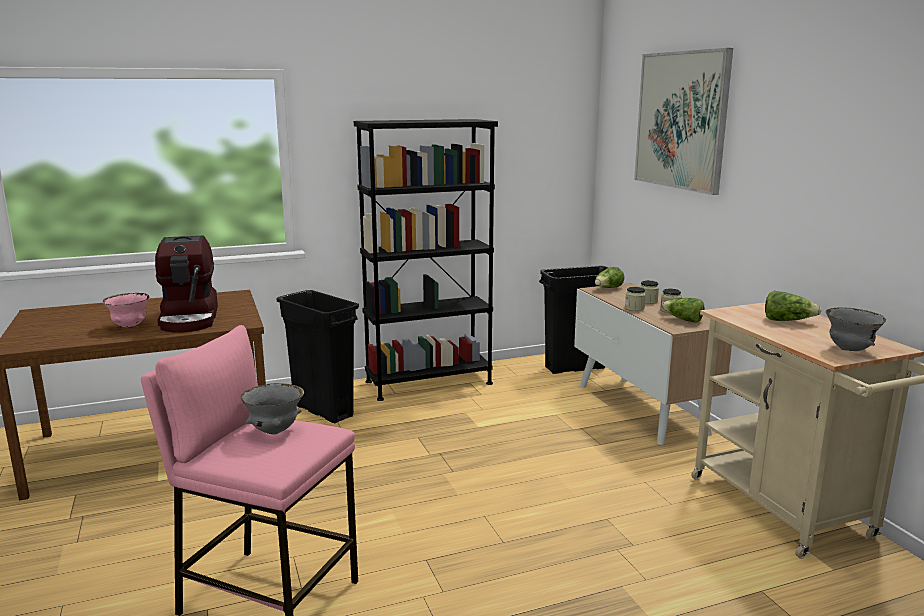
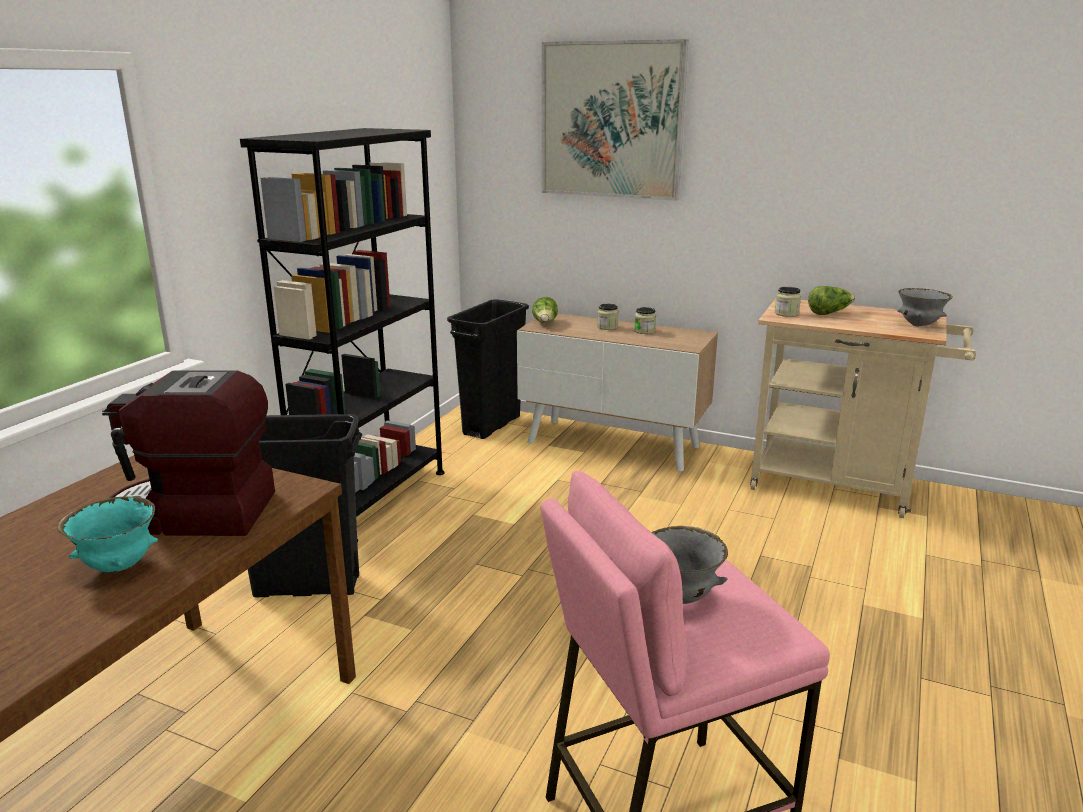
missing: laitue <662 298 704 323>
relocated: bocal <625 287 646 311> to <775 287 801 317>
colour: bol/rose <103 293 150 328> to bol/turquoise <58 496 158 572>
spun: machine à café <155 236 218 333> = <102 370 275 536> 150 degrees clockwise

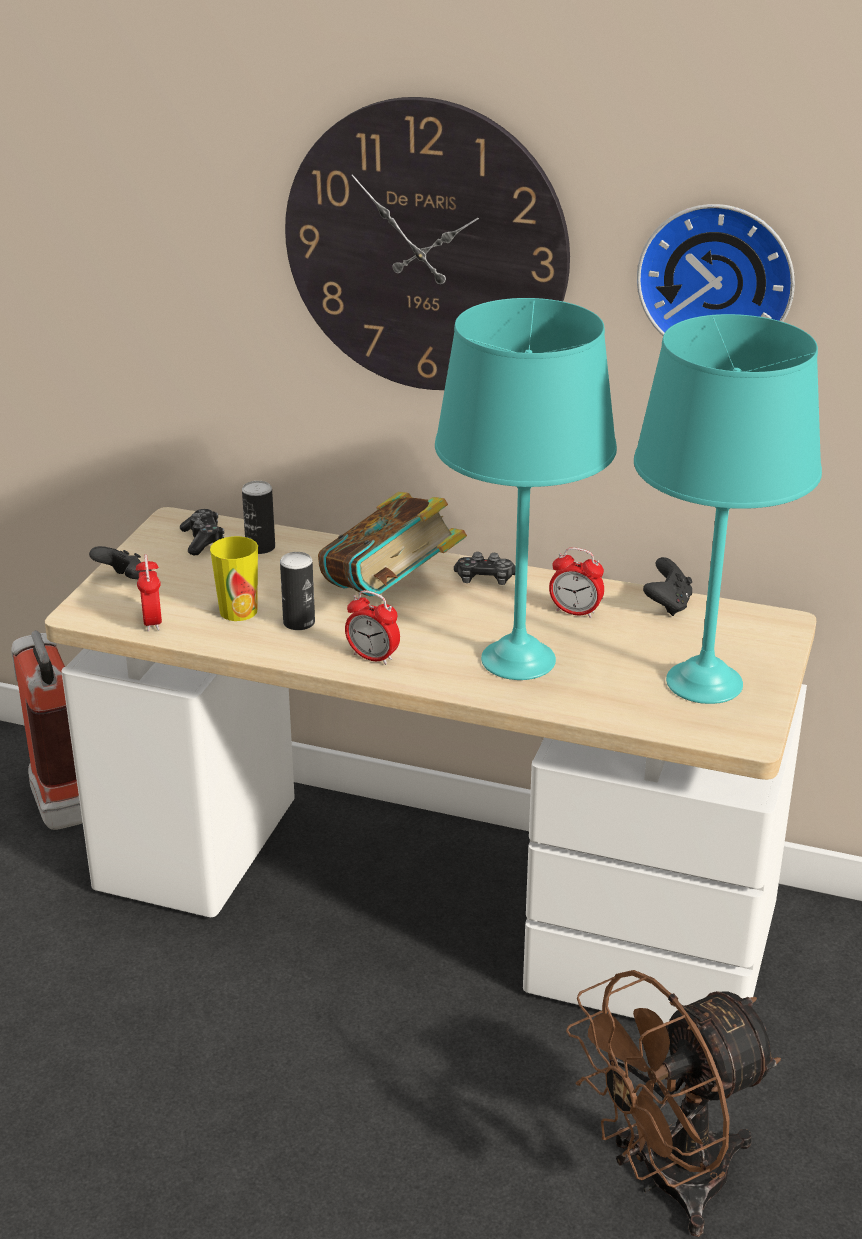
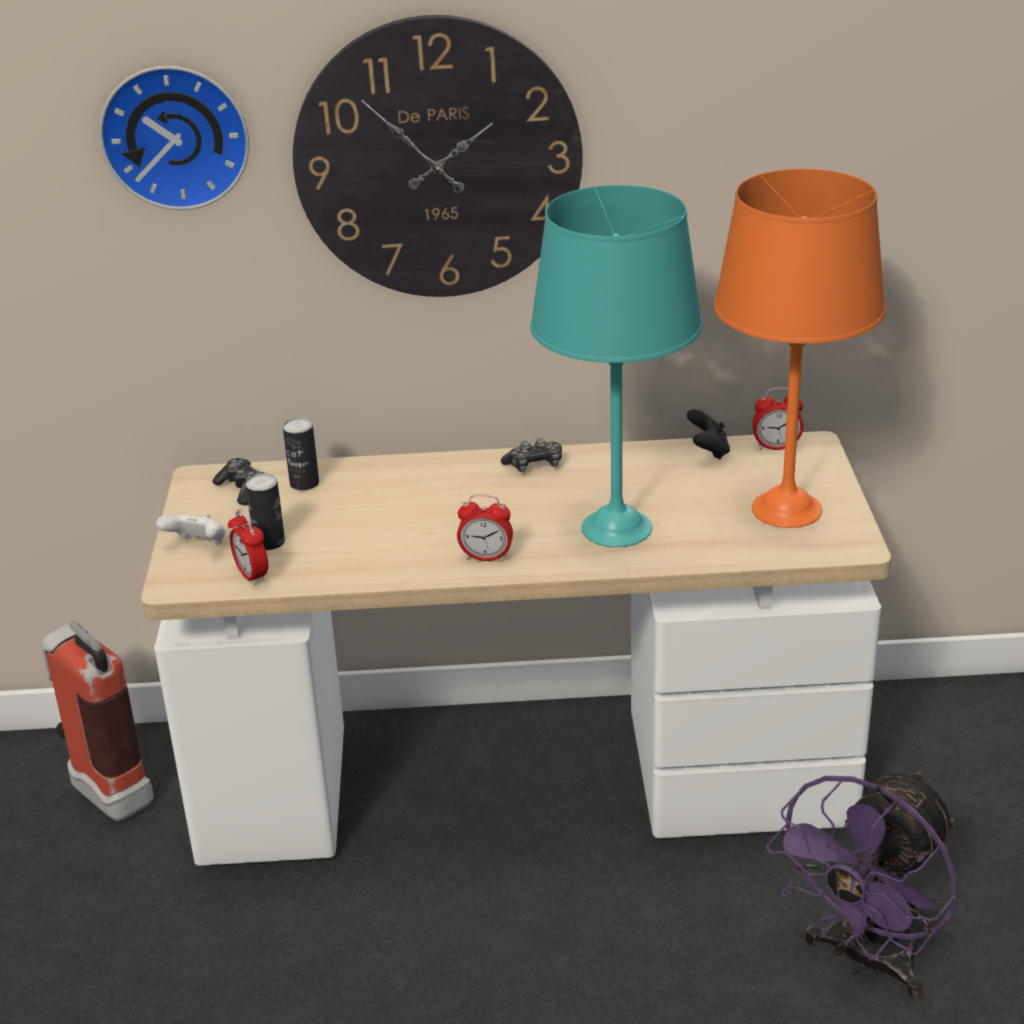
missing: tasse <210 536 258 621>; livre <318 492 467 597>
relocated: horloge murale <637 204 795 336> to <99 66 249 210>; boîte métallique <280 552 315 630> to <245 473 285 550>; réveil <549 547 604 618> to <752 387 804 450>
colour: manette/noir <89 546 152 579> to manette/blanc <156 514 226 544>; lampe de table/turquoise <634 314 822 704> to lampe de table/orange <714 169 886 528>; ventilateur/marron <566 970 781 1237> to ventilateur/violet <766 771 957 998>

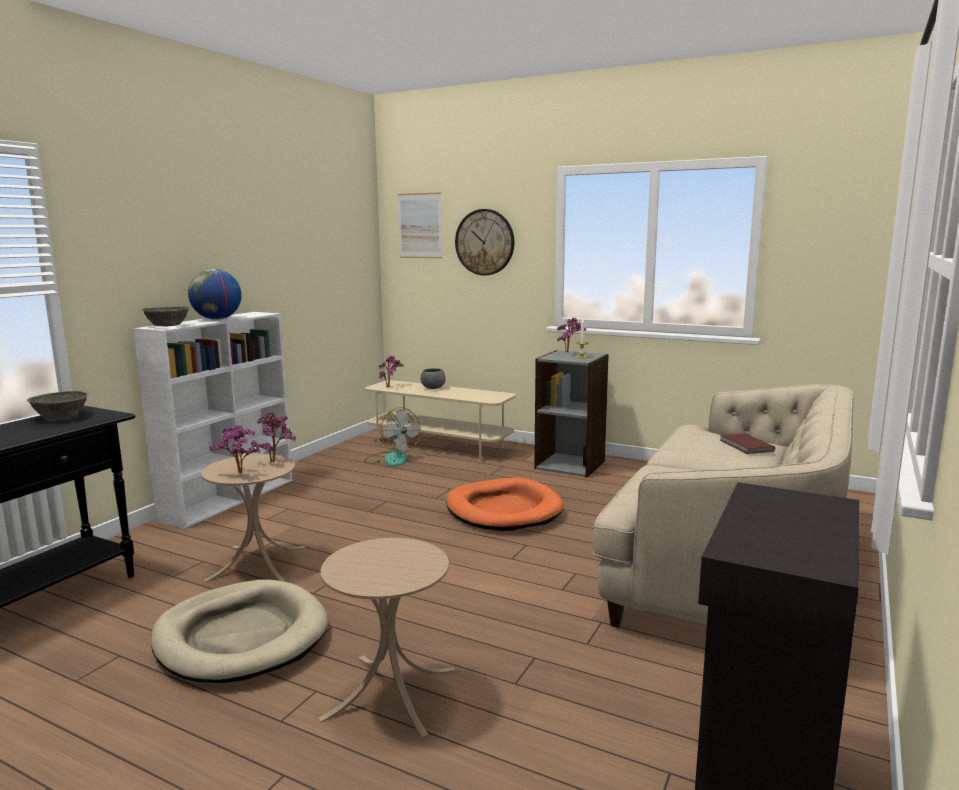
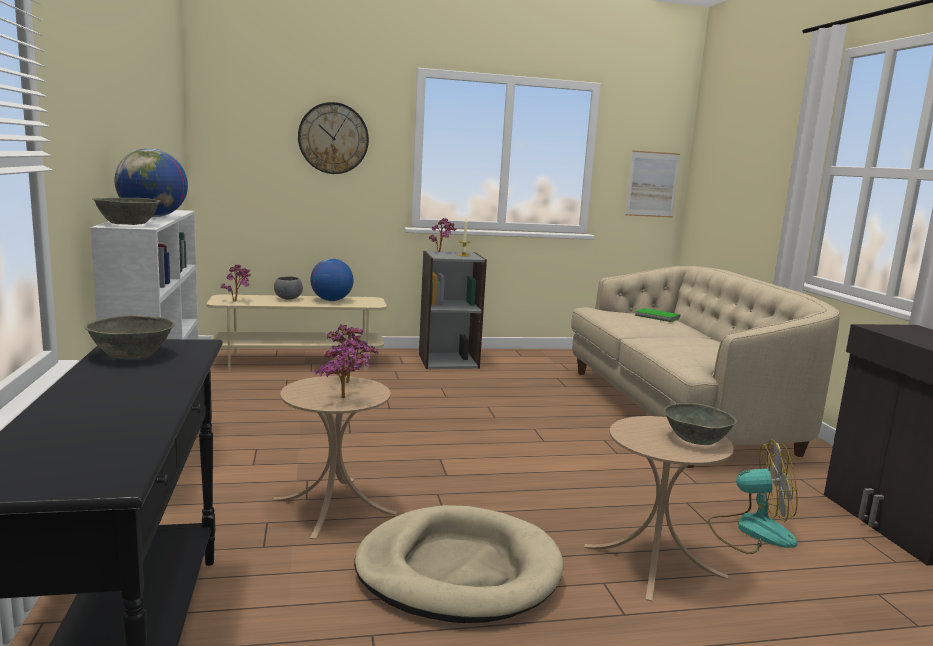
missing: panier pour chien/orange <446 478 564 531>
appeared: globe <310 258 354 301>; bol/gris <664 403 737 445>
relocated: tableau <397 192 442 258> to <626 151 680 217>; ventilateur <364 407 421 467> to <708 439 798 554>
colour: livre/marron <719 433 775 454> to livre/vert <635 308 680 322>

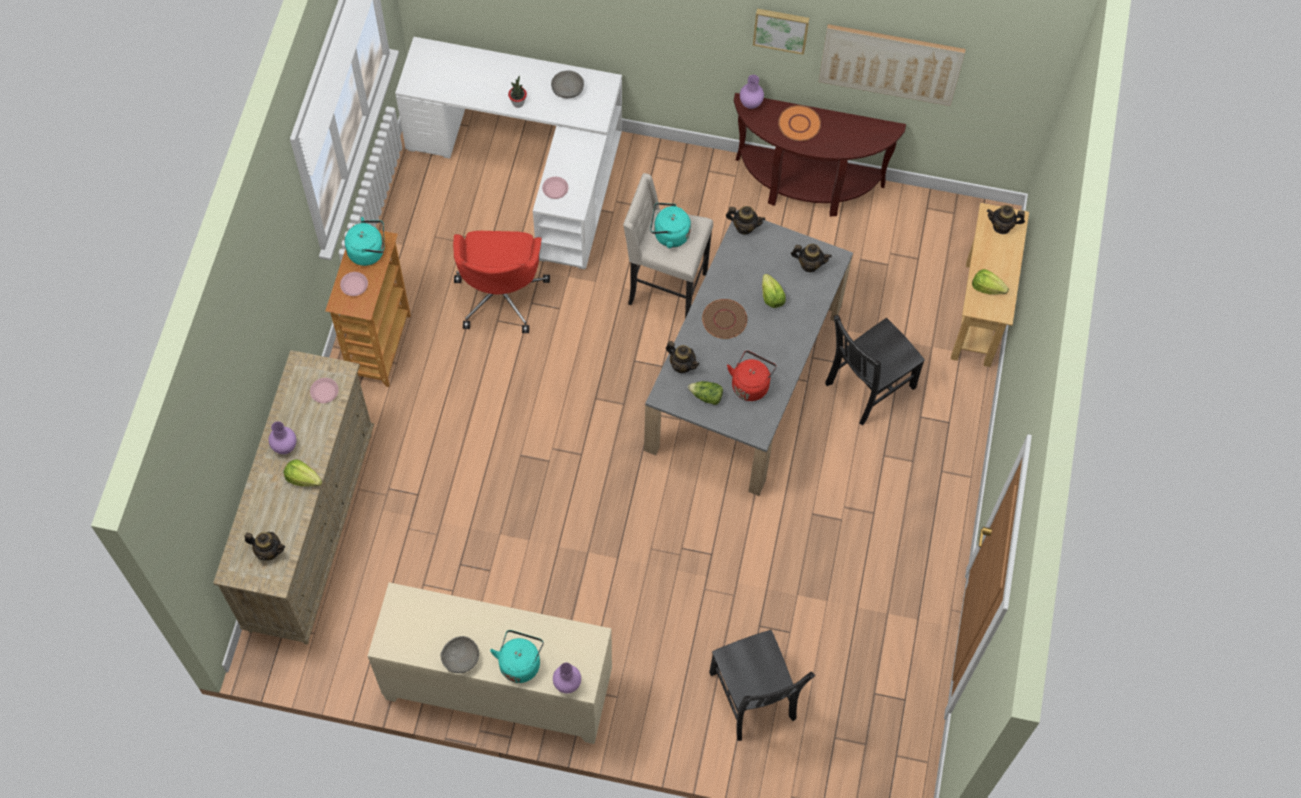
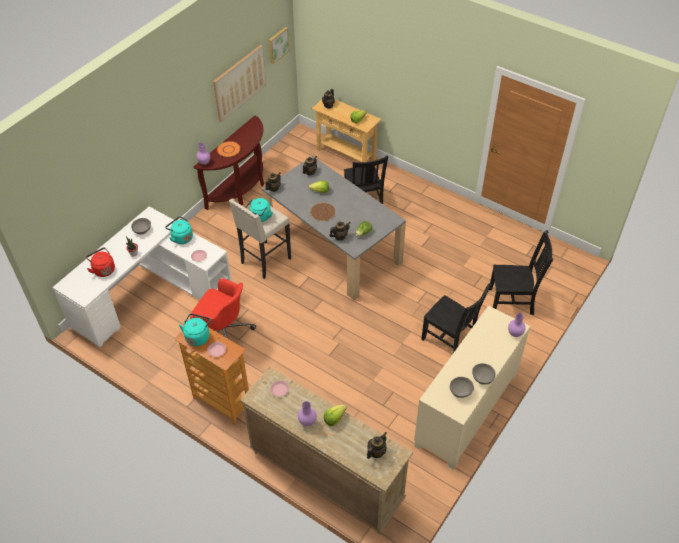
appeared: chaise/noir <421 284 492 352>; bol/gris <450 377 474 398>
relocated: bouilloire/rouge <727 351 777 401> to <86 247 115 277>; bouilloire/turquoise <490 630 544 683> to <165 216 193 244>; tableau <753 8 809 55> to <269 27 290 64>

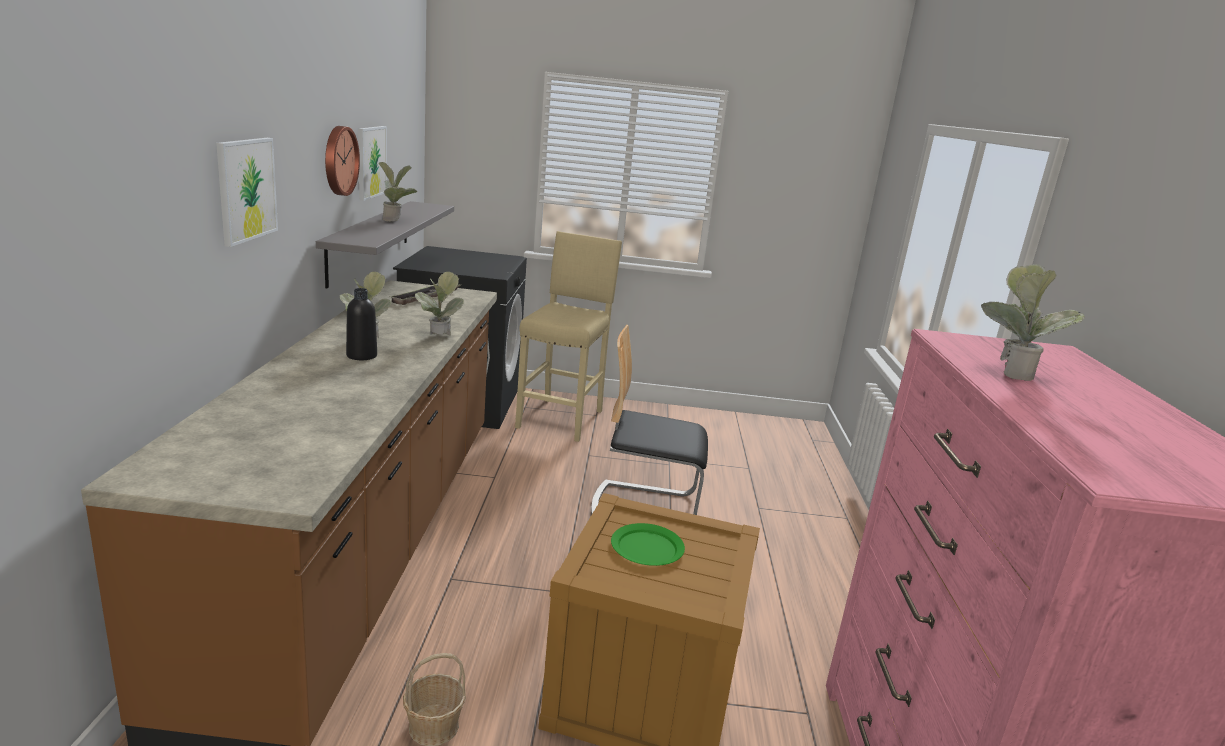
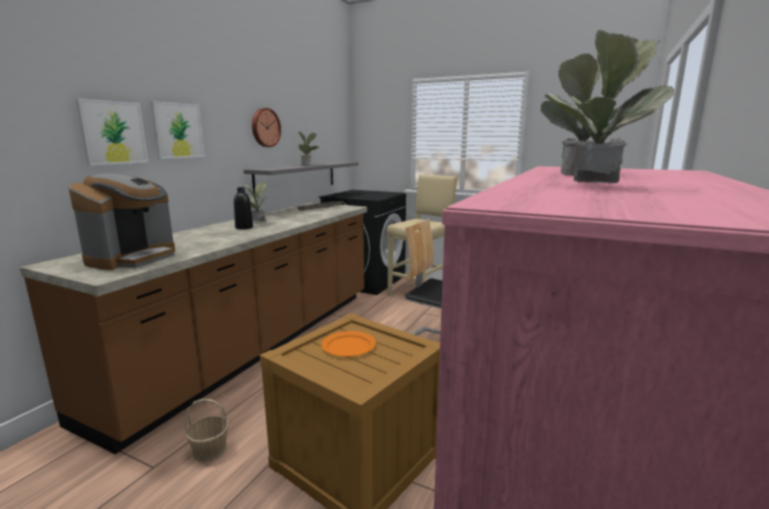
appeared: machine à café <68 173 175 270>
relocated: tableau <358 126 387 201> to <76 99 148 166>; plante en pot <415 272 464 336> to <544 30 674 184>
colour: assiette/vert <611 523 685 566> to assiette/orange <321 331 376 357>

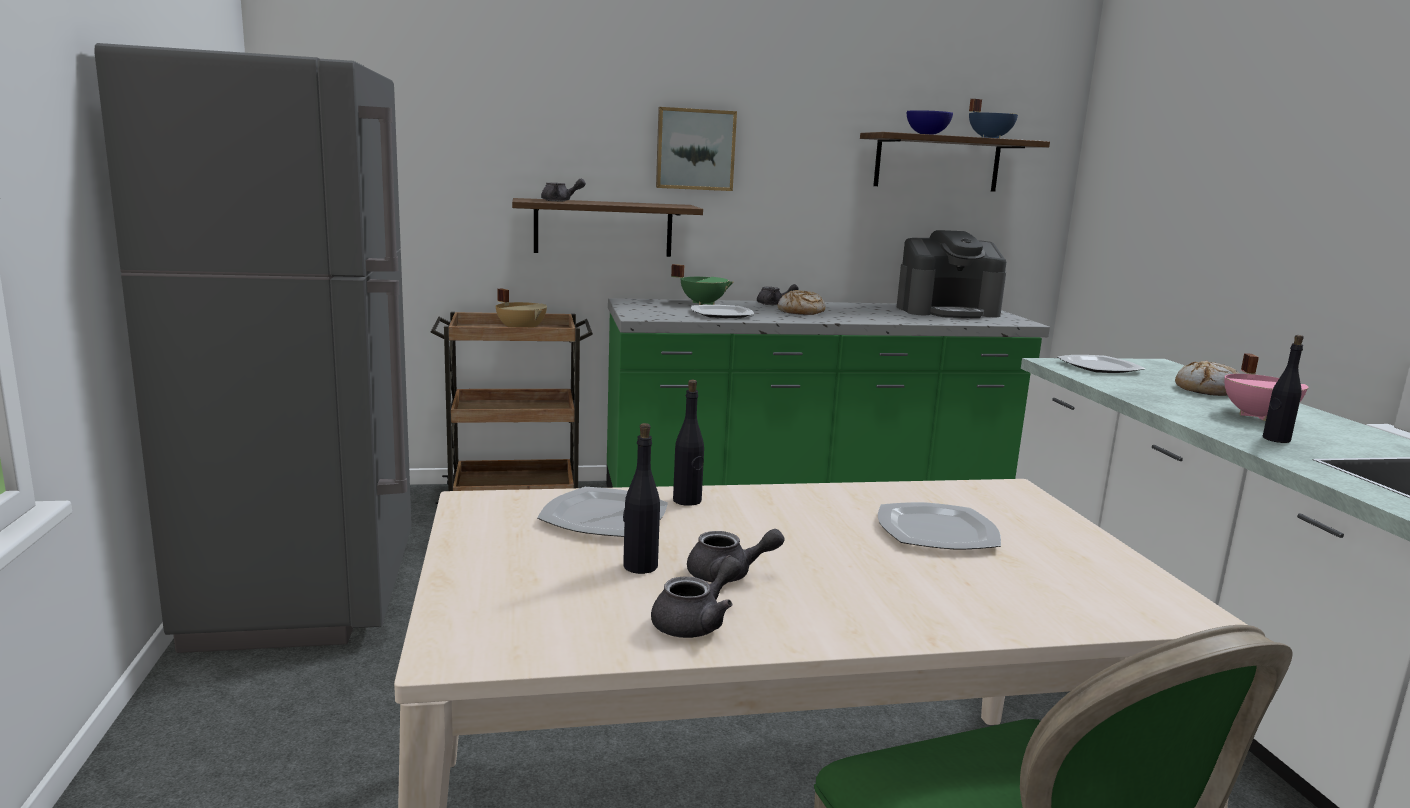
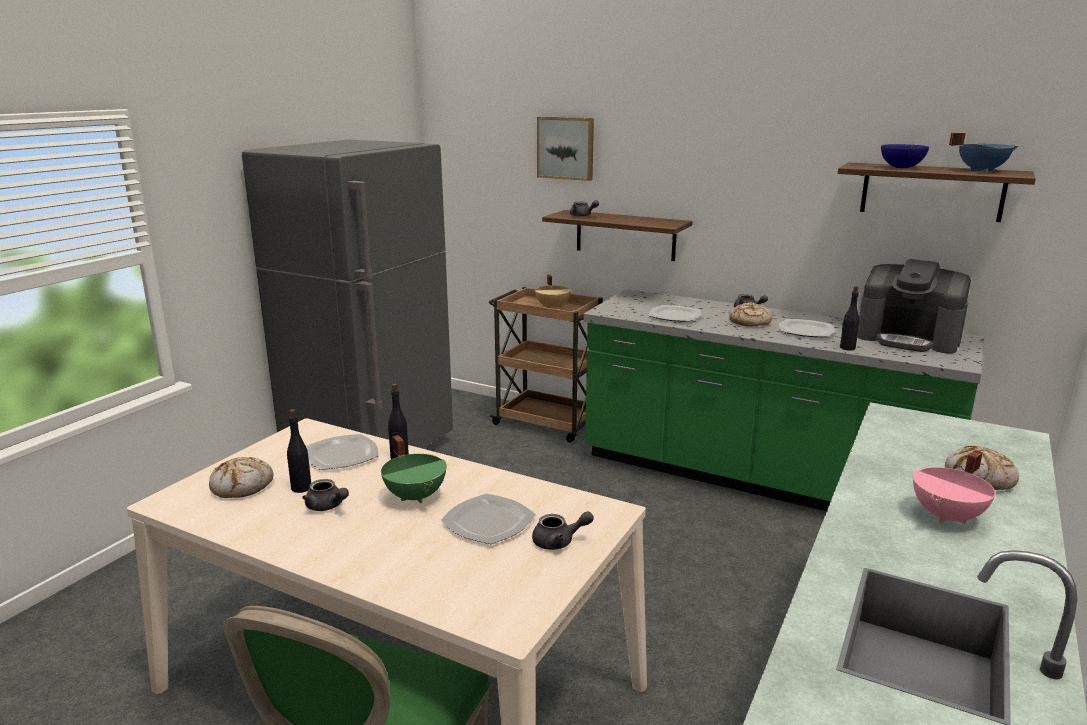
appeared: pain <209 457 274 498>
relocated: marmite/vert <671 264 734 305> to <381 435 447 503>; théière/gris <651 557 742 638> to <532 511 594 550>; tableau <656 107 737 191> to <537 117 594 181>; assiette <1058 355 1145 373> to <779 319 835 337>; bouteille/noir <1263 335 1304 443> to <840 286 859 350>

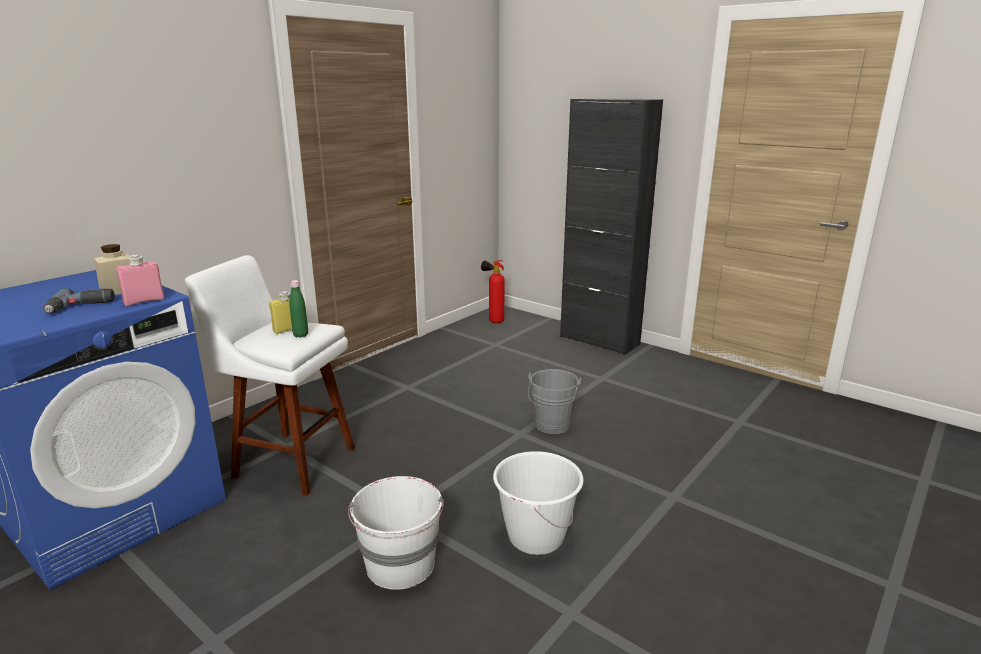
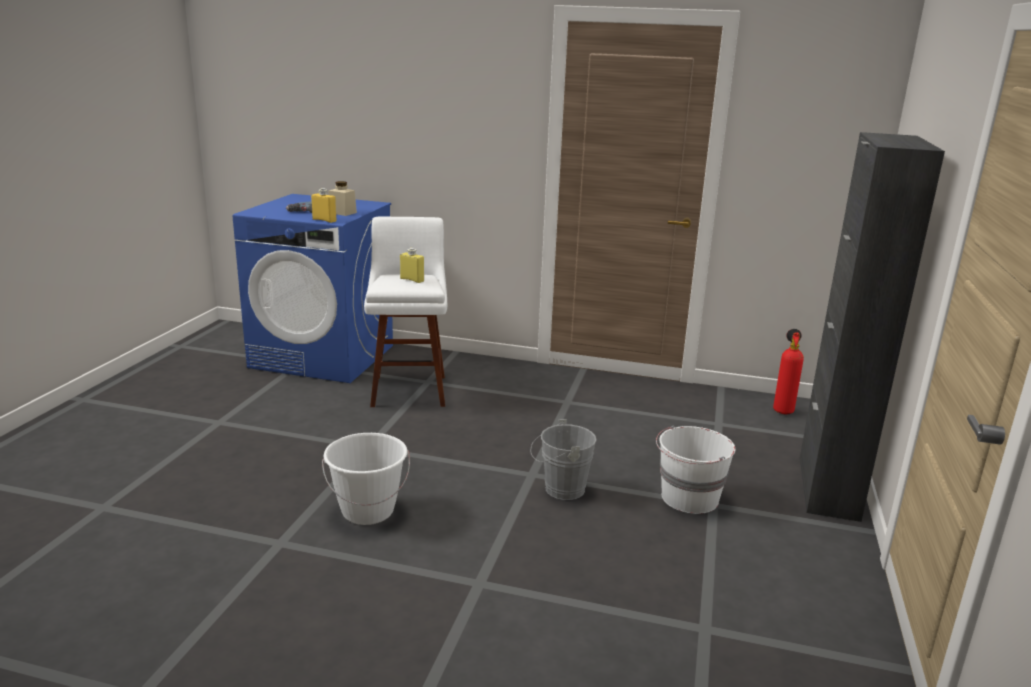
missing: bouteille/vert <290 280 308 338>
relocated: seau/blanc <348 476 444 590> to <656 425 735 514>
colour: bouteille/rose <116 255 165 306> to bouteille/jaune <311 188 336 223>

